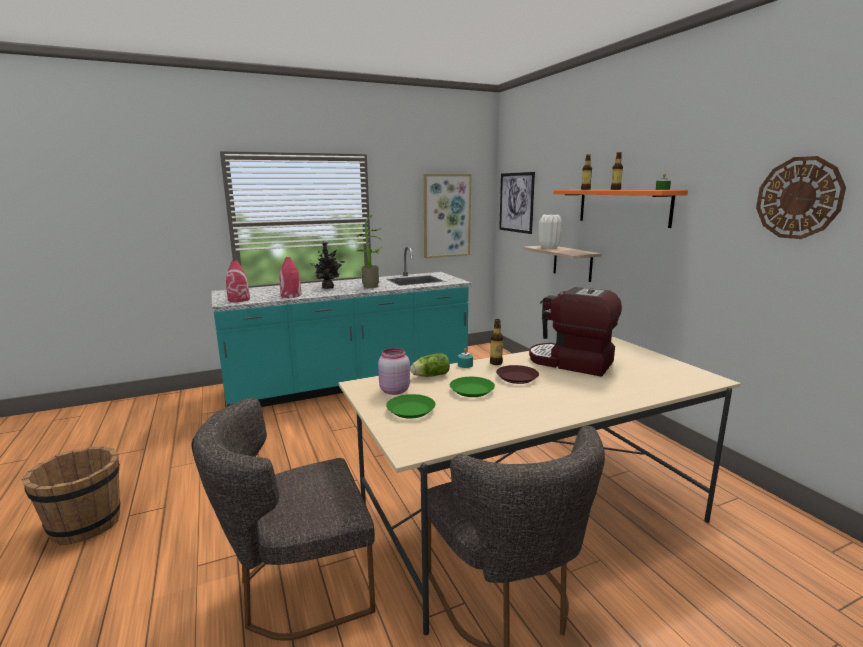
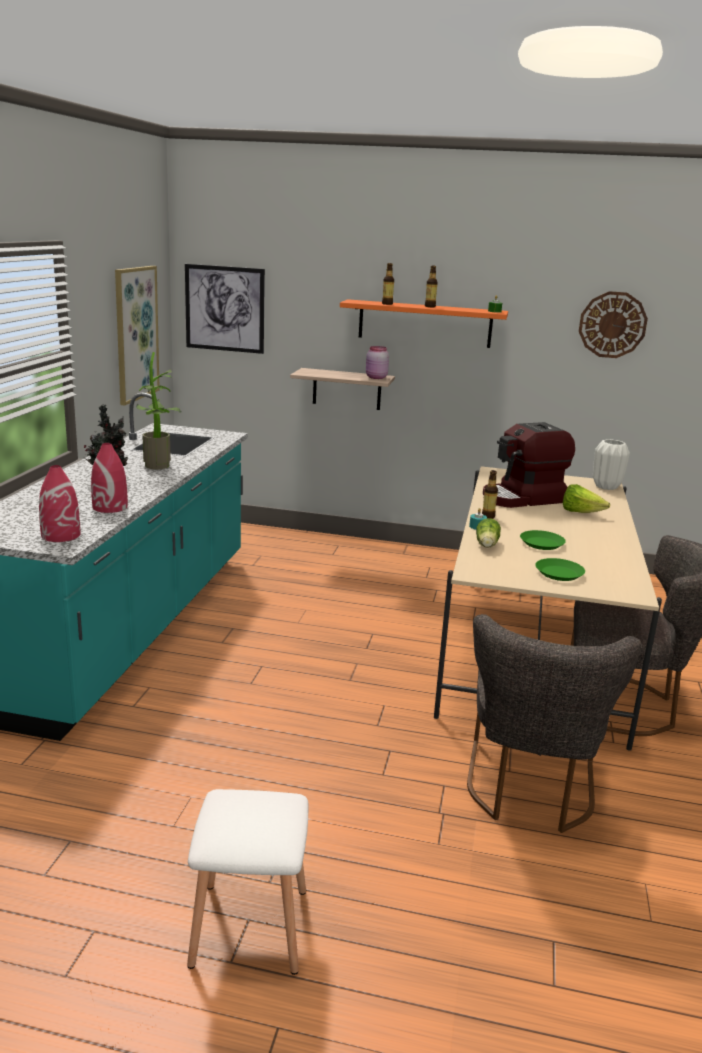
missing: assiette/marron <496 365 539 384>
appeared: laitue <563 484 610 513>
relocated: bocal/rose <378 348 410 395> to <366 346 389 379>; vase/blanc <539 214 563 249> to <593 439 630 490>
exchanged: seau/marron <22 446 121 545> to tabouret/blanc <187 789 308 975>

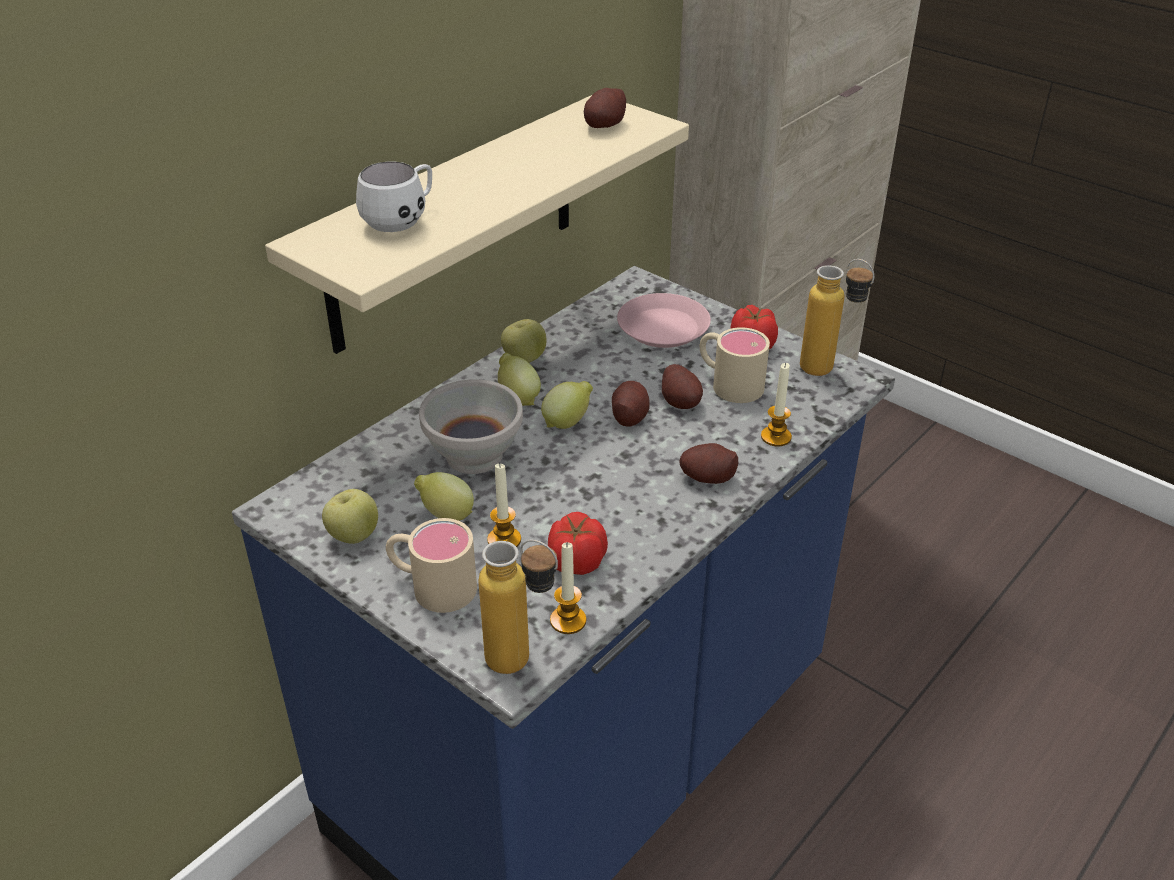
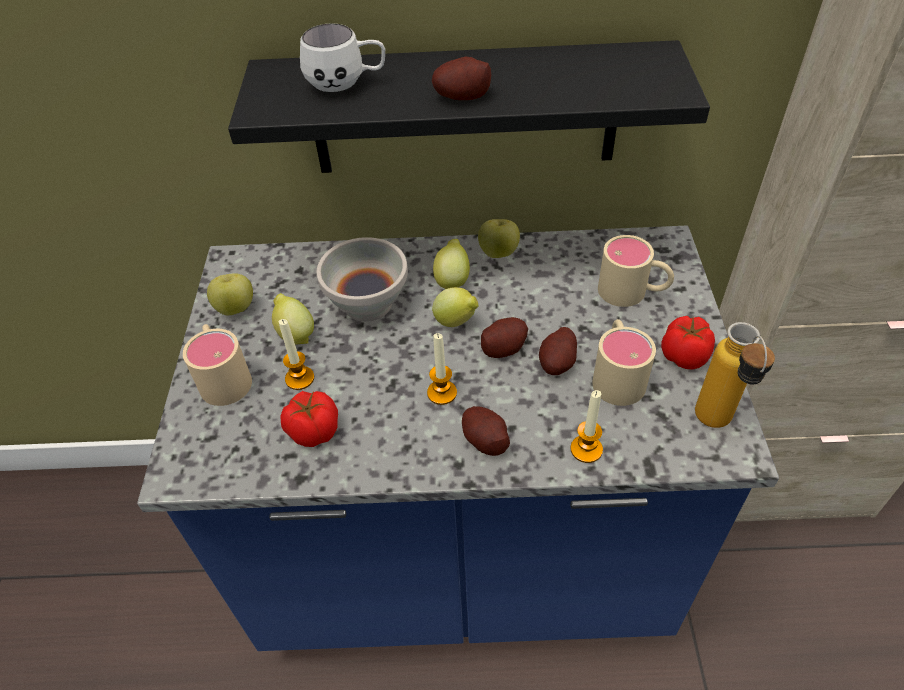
missing: bouteille <479 539 558 674>
relocated: bougie <550 542 586 634> to <427 333 457 405>; pomme de terre <584 88 626 128> to <432 57 491 100>
exchanged: assiette/rose <617 293 711 348> to mug/beige <598 235 674 307>
colour: étagère/beige <265 95 689 354> to étagère/noir <228 40 710 173>

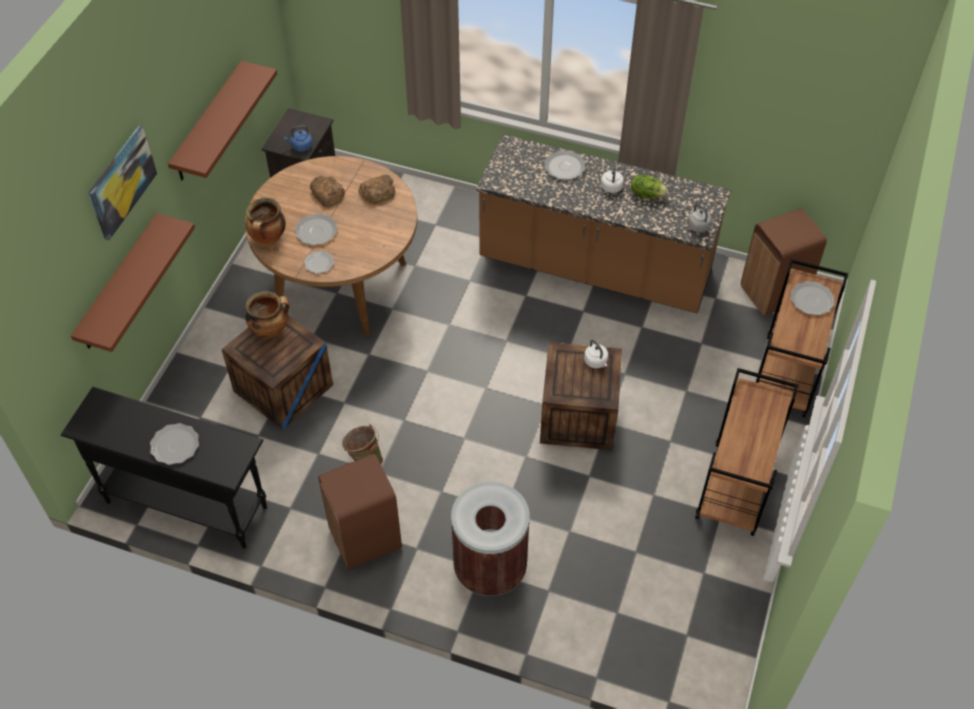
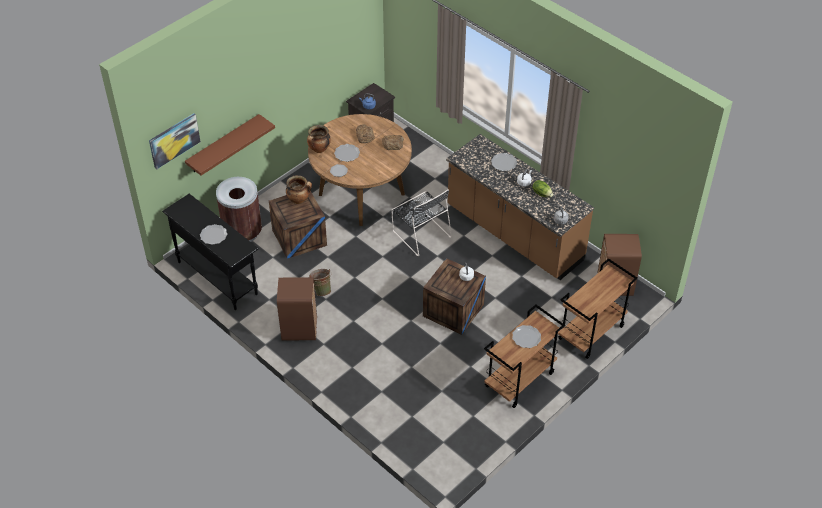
missing: étagère/marron <168 61 277 180>
appeared: chaise/noir <391 189 452 256>
relocated: tableau <88 126 157 241> to <149 113 201 170>; poubelle/marron <451 482 530 596> to <216 177 262 242>; assiette <791 281 835 315> to <512 325 541 348>

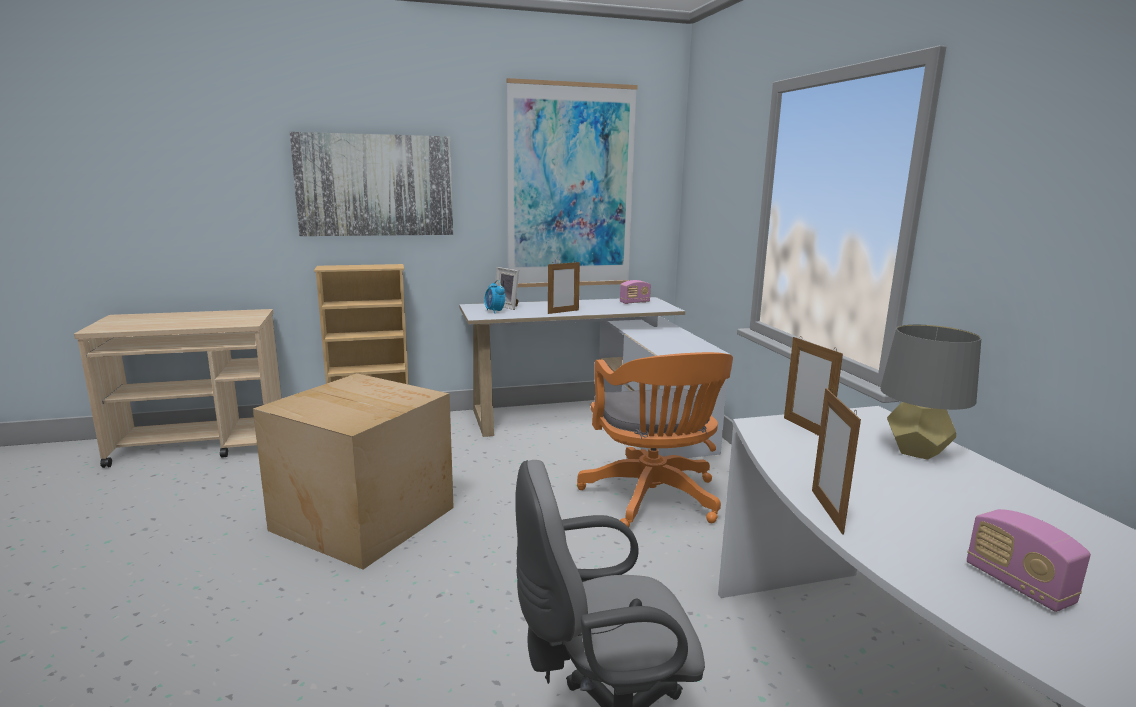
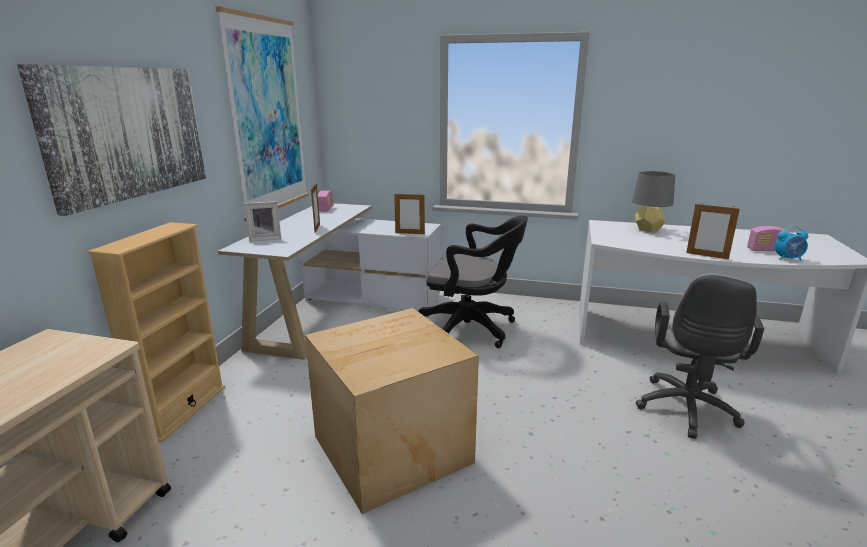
relocated: cadre photo <784 336 843 436> to <394 193 425 234>; réveil <484 280 505 314> to <775 226 808 261>
colour: chaise de bureau/orange <577 352 733 527> to chaise de bureau/noir <418 216 528 348>

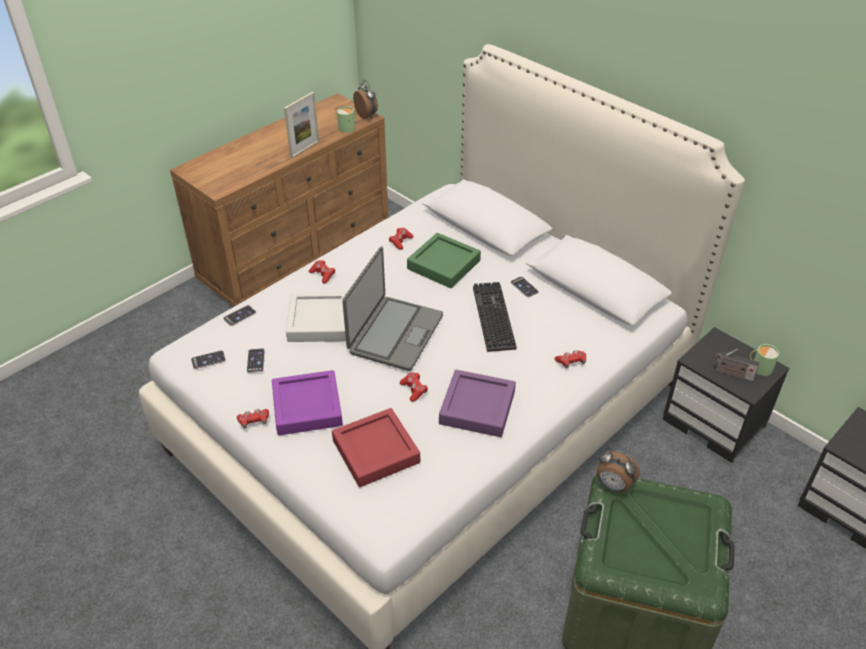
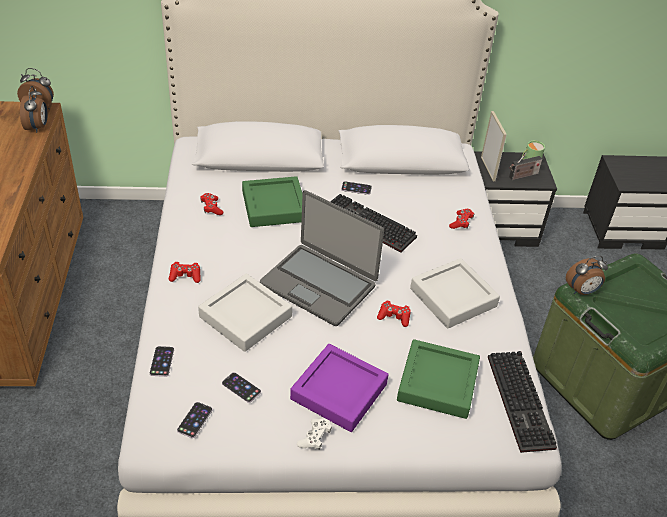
appeared: clavier <488 351 557 453>
relocated: cadre photo <284 92 319 158> to <481 111 507 181>
exchanged: mug/vert <337 106 356 133> to réveil <20 86 48 133>
colour: manette/rouge <237 409 269 429> to manette/blanc <297 418 332 450>; plateau/rouge <332 408 420 487> to plateau/vert <397 339 480 419>; plateau/violet <439 370 516 437> to plateau/gris <410 258 500 329>
spun: ordinateur portable <342 246 443 371> = <260 190 384 326> 150 degrees clockwise

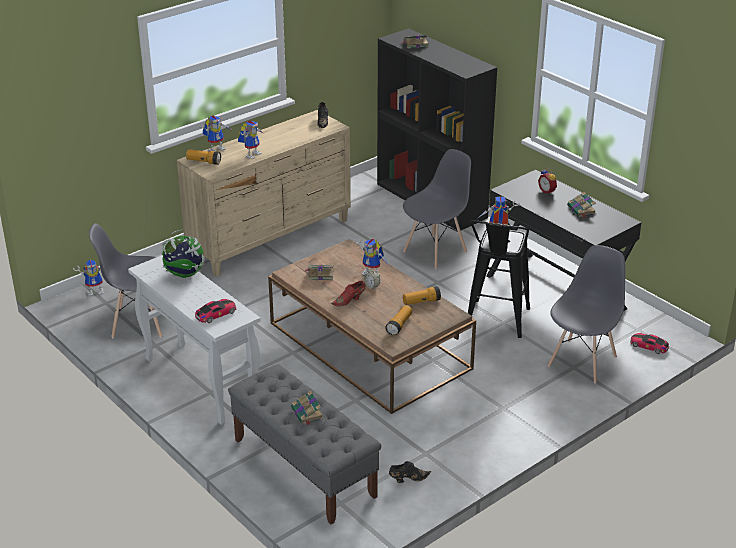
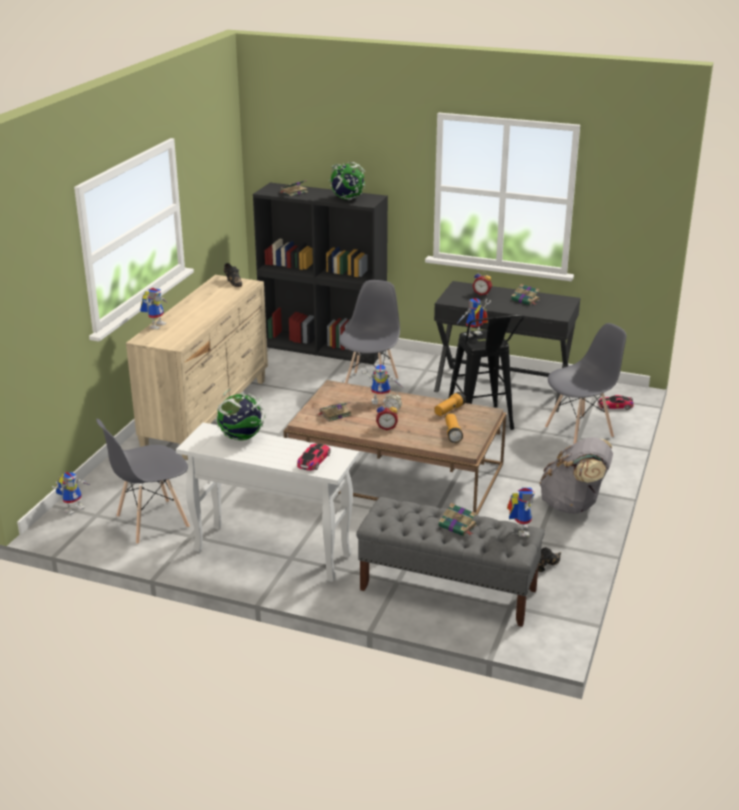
missing: lampe de poche <186 149 221 165>
appeared: globe <329 162 365 200>; sac à dos/gris <539 437 613 514>
relocated: robot jouet <238 121 264 159> to <507 487 535 537>
exchanged: chaussure/rouge <331 281 366 307> to réveil <376 403 398 430>
spun: chaise/gris <548 245 625 384> = <545 323 626 444> 60 degrees clockwise

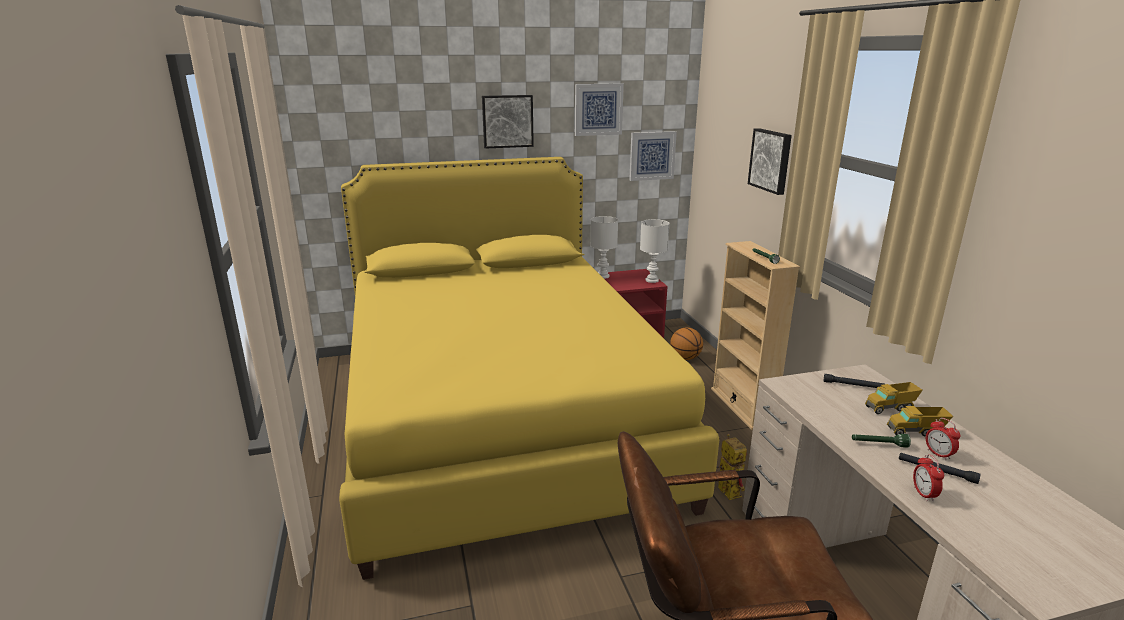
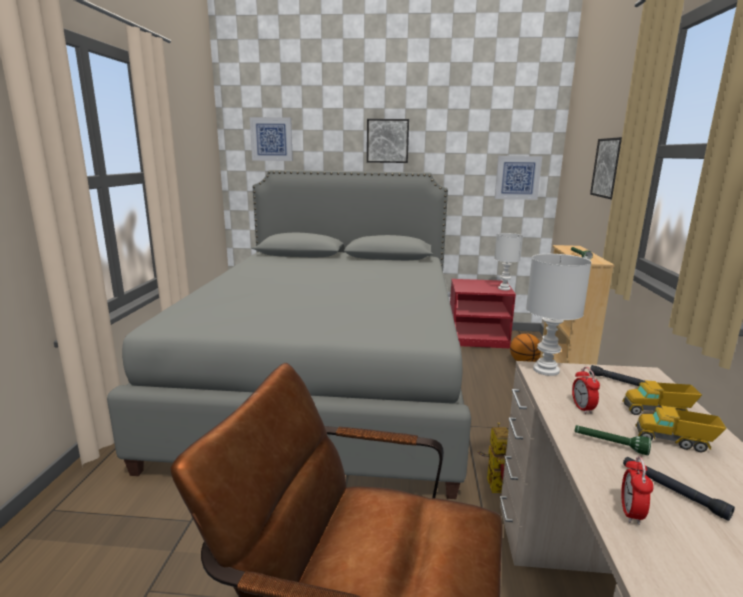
relocated: tableau <575 83 624 136> to <250 117 293 161>; lampe de table/blanc <590 216 618 279> to <526 254 592 376>; réveil <926 418 961 460> to <572 367 600 414>
colour: lit/jaune <339 157 719 580> to lit/gris <107 170 471 499>

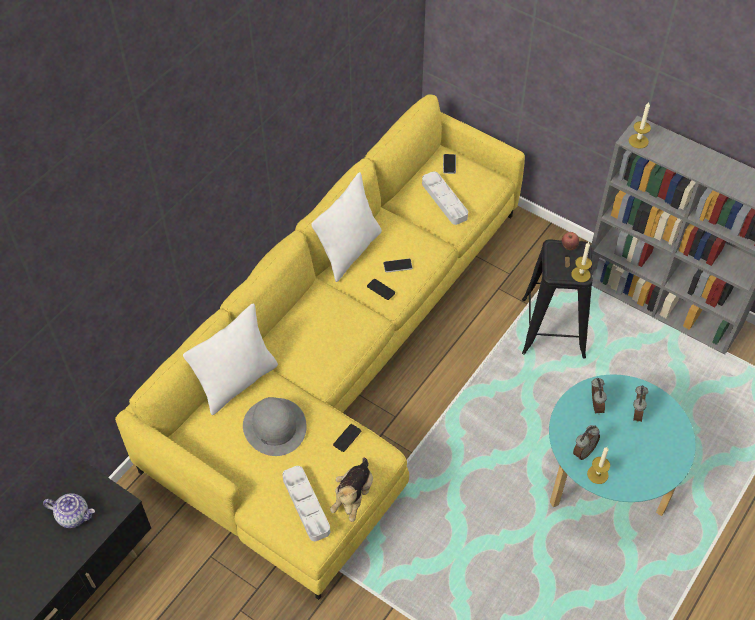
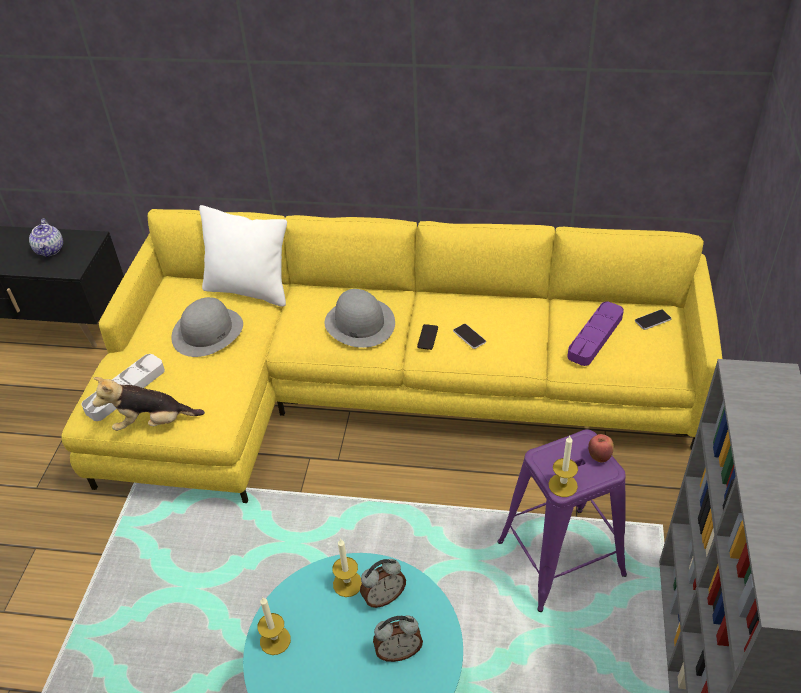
missing: coussin/blanc <311 172 382 282>; téléphone <333 424 361 452>; réveil <573 425 600 460>
appeared: chapeau/gris <324 289 395 348>
relocated: bougie <629 102 651 148> to <332 539 362 597>
colour: tabouret/noir <522 239 593 358> to tabouret/violet <497 429 627 612>; plateau/gris <422 171 468 225> to plateau/violet <567 301 624 366>

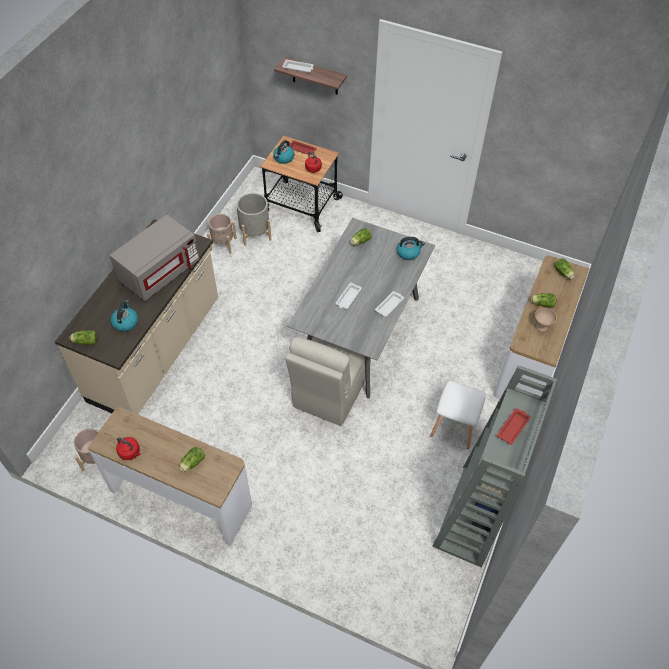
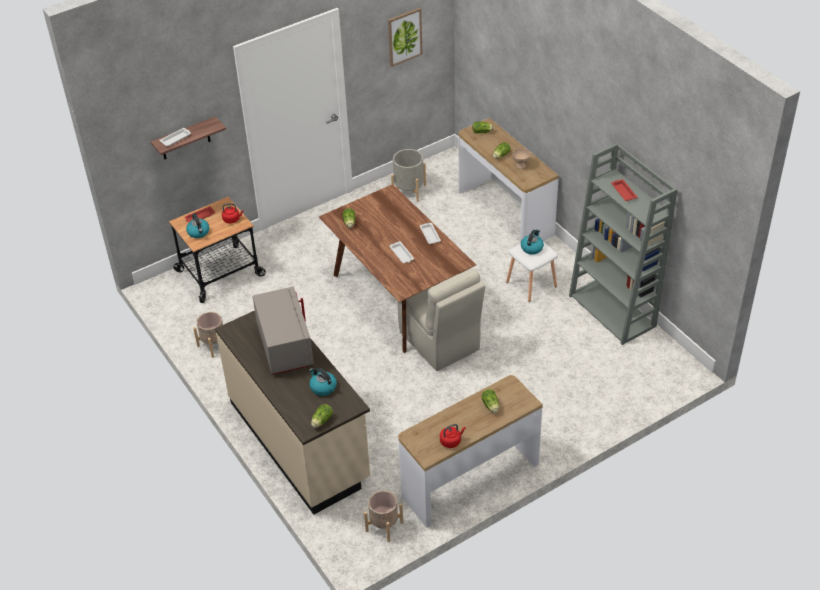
appeared: tableau <388 8 422 67>
relocated: cache-pot/gris <237 193 271 246> to <391 149 426 202>; bouilloire <397 237 425 260> to <521 230 544 255>
colour: table à manger/gris <287 218 435 398> to table à manger/marron <319 184 476 353>

